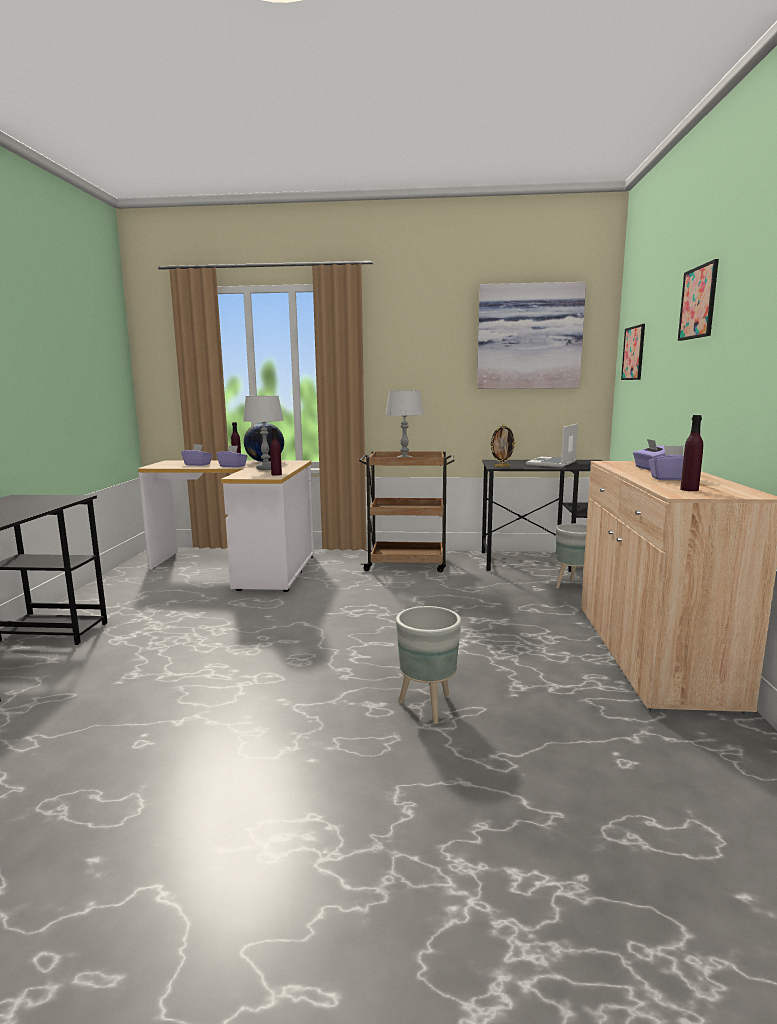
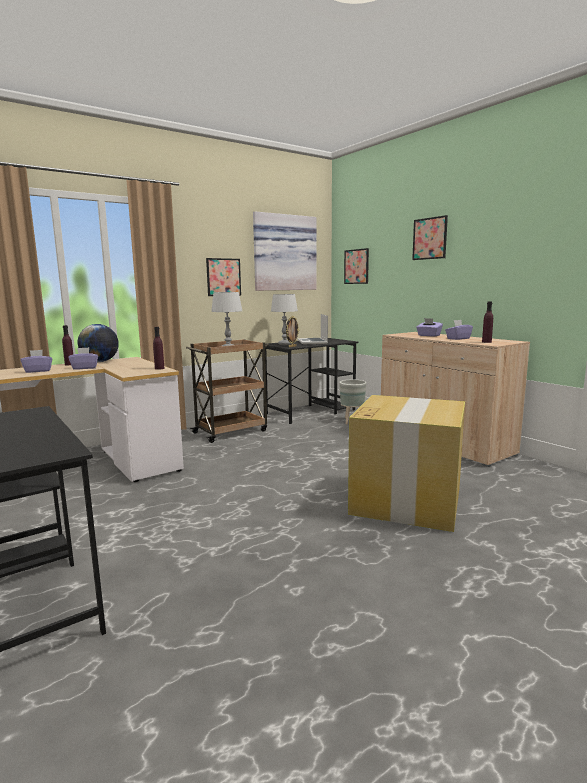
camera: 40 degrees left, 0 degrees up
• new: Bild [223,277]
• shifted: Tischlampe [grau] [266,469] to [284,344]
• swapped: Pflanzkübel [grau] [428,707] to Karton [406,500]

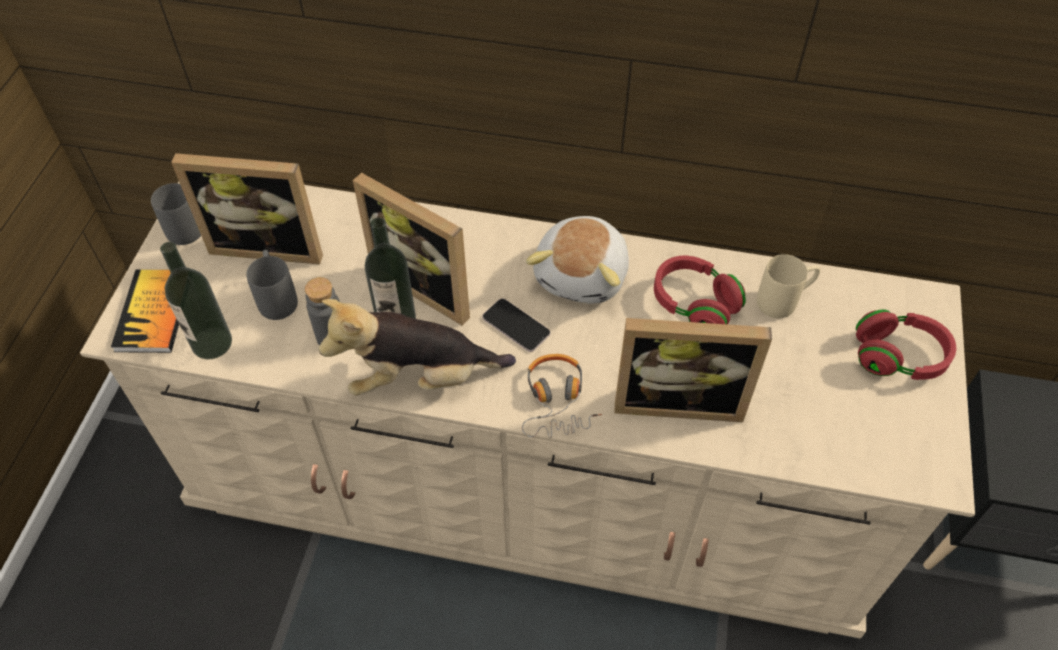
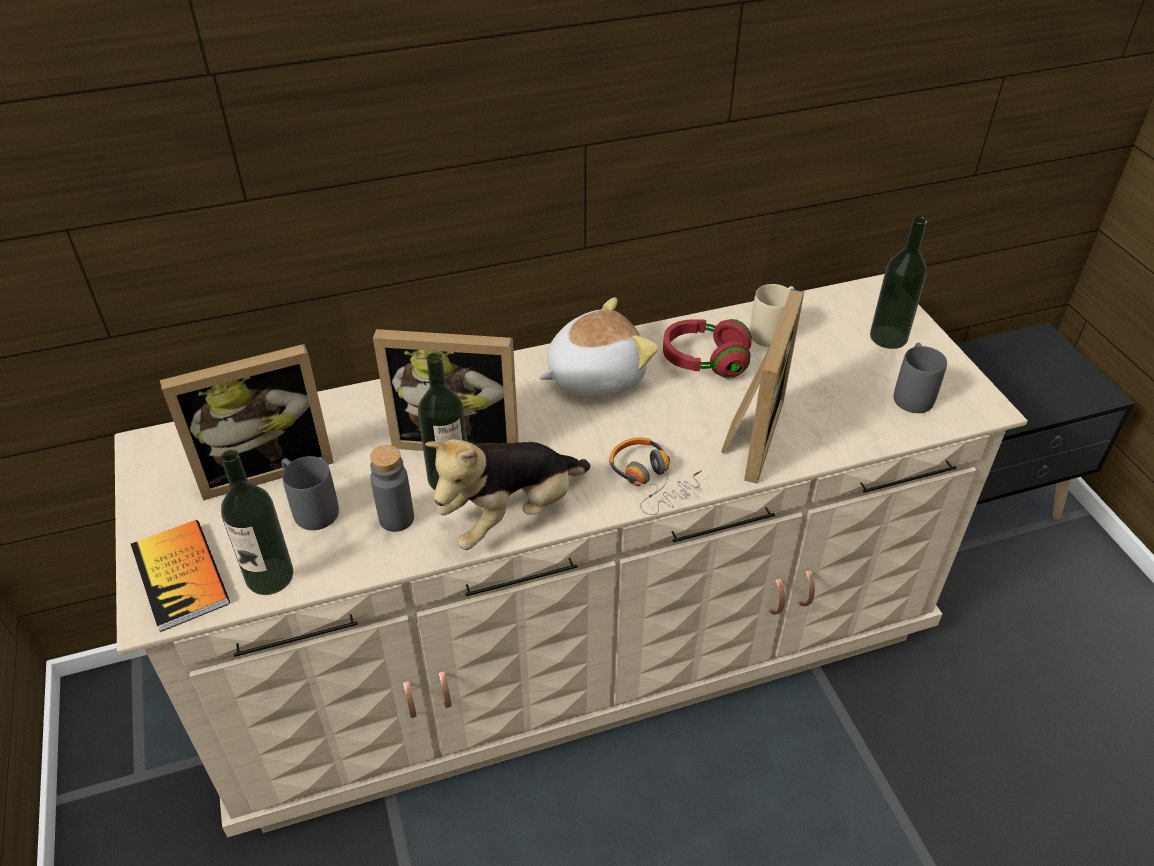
camera: 30 degrees left, 10 degrees down
• rotated: Plüschtier [583,275] = [594,375] 105 degrees counterclockwise
• rotated: Bilderrahmen [678,399] = [749,435] 45 degrees counterclockwise
• swapped: Kopfhörer [rot] [898,357] to Flasche [888,337]
• shifted: Henkelbecher [grau] [192,225] to [912,393]
• gone: Handy [516,325]

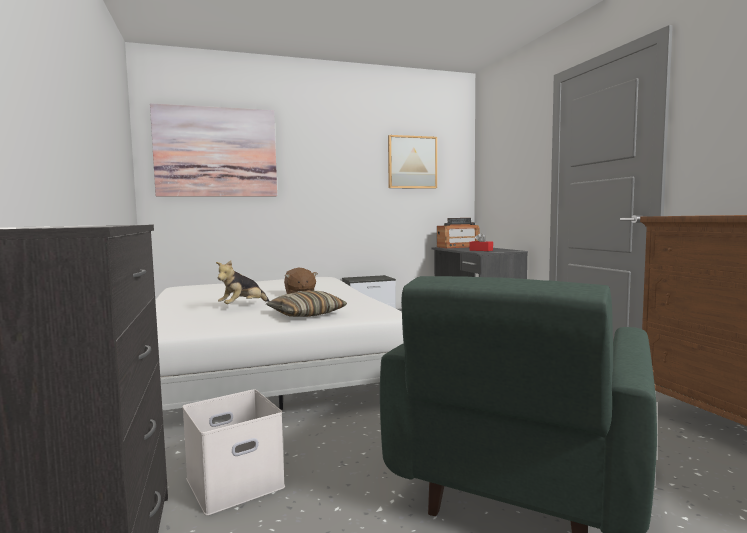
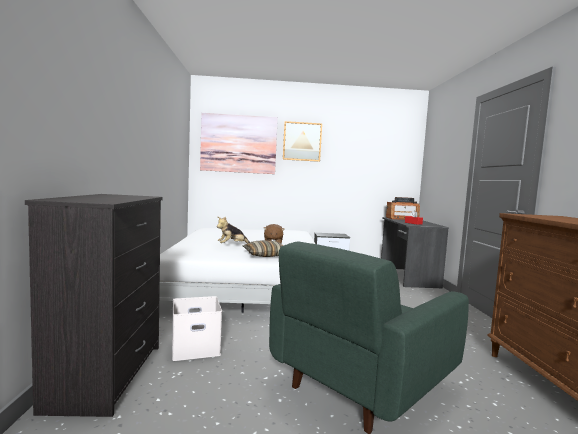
camera: 15 degrees right, 0 degrees up
• shifted: Bild [412,162] to [302,141]

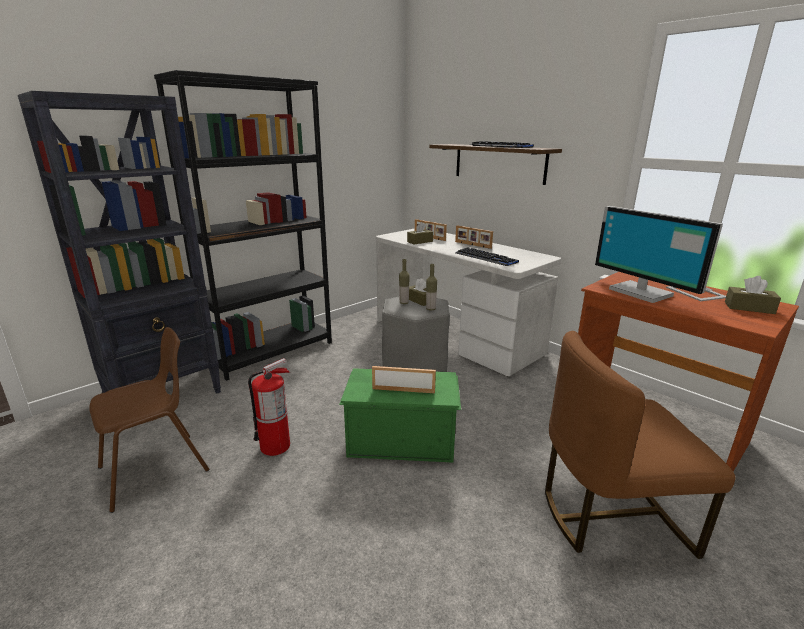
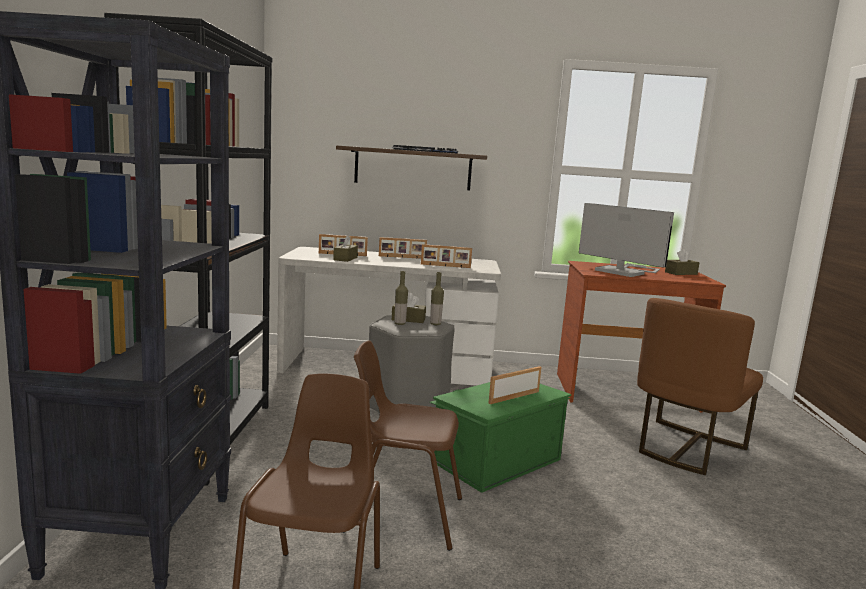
camera: 45 degrees left, 10 degrees down
• swapped: Feuerlöscher [275,446] to Stuhl [braun] [402,514]
• swapped: Tastatur [486,258] to Bilderrahmen [445,266]
• rotated: Monitor [641,292] = [618,272] 150 degrees counterclockwise

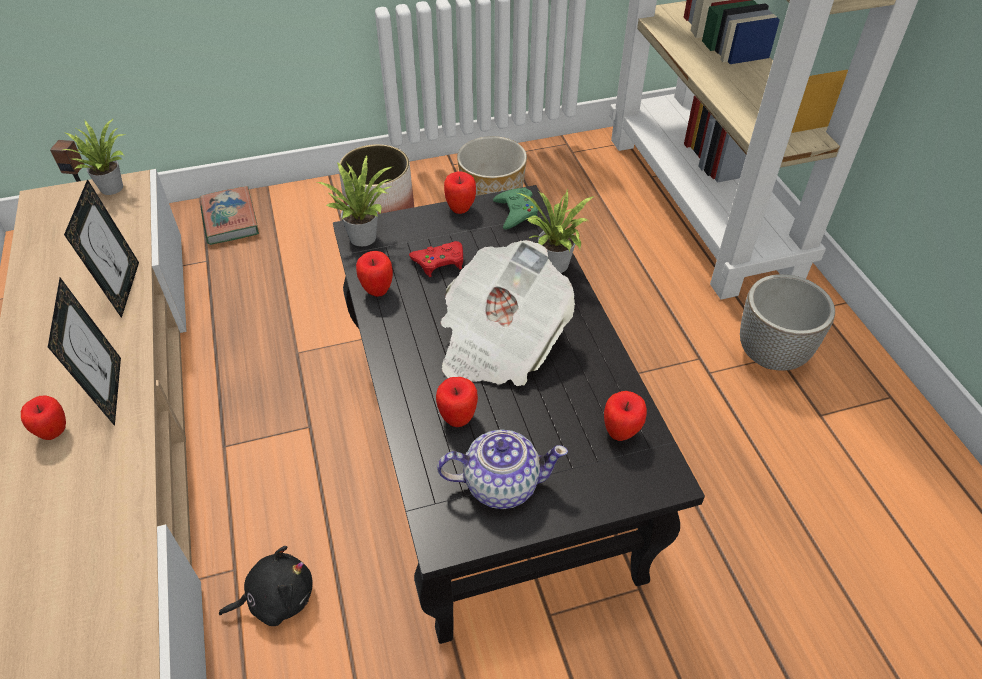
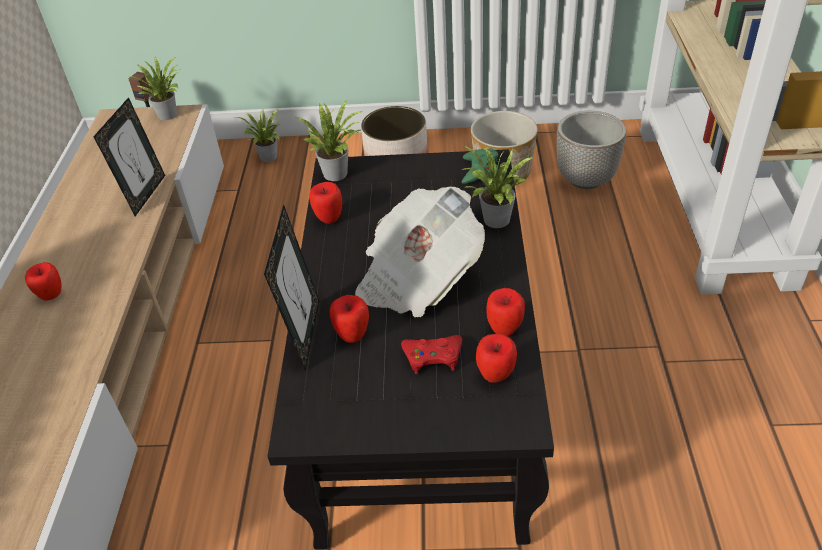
camera: 20 degrees right, 5 degrees down
• swapped: Buch [230,219] to Topfpflanze [268,158]
• shifted: Bilderrahmen [110,392] to [304,334]
• shifted: Gamepad [rot] [439,262] to [433,356]
• shifted: Apfel [460,209] to [504,329]
• shifted: Pflanzkübel [771,354] to [586,179]
• gone: Plüschtier [schwarz] [277,598]
• gone: Teekanne [500,483]

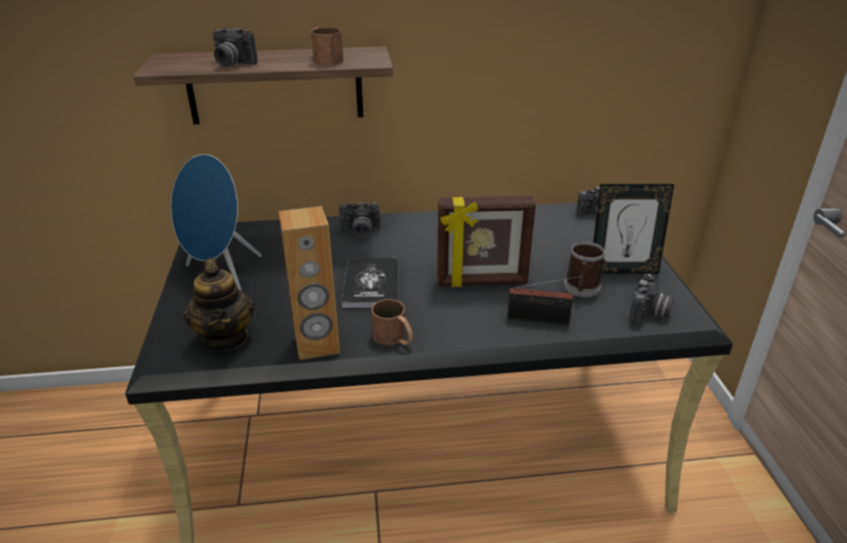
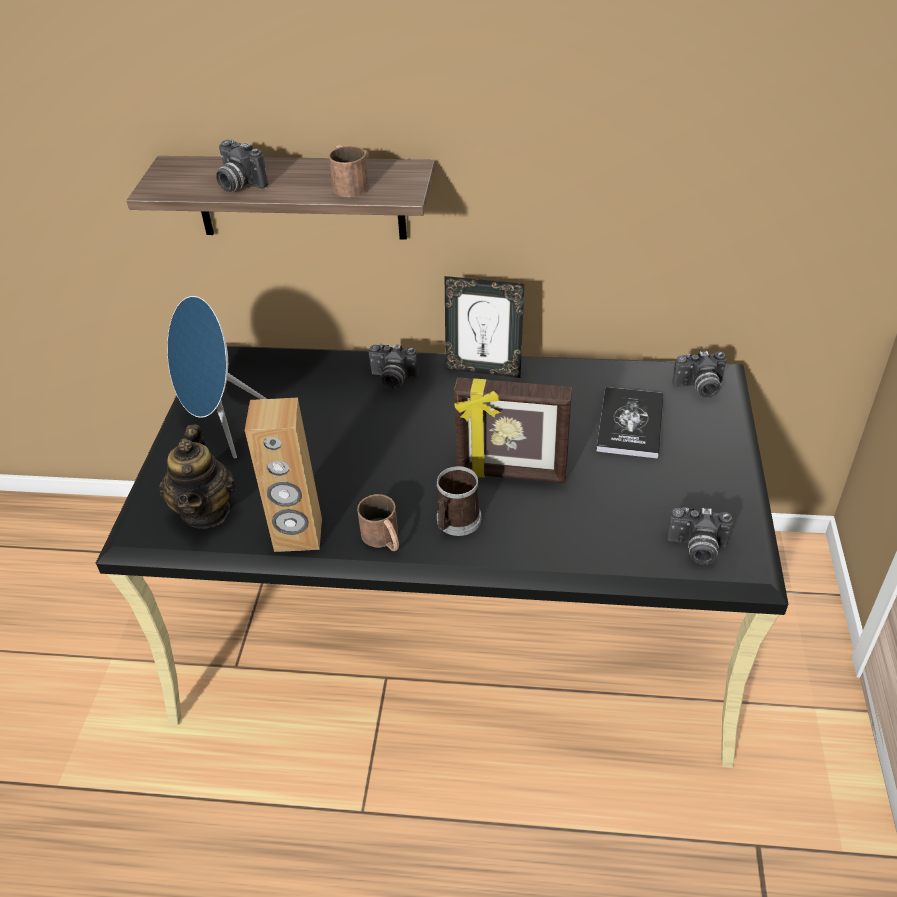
camera: 15 degrees right, 10 degrees up
• shifted: Henkelbecher [581,289] to [456,522]
• shifted: Bilderrahmen [622,270] to [484,369]
• shifted: Buch [371,284] to [630,424]
• rotated: Kamera [649,314] = [696,549] 60 degrees clockwise
• gone: Radio [541,320]

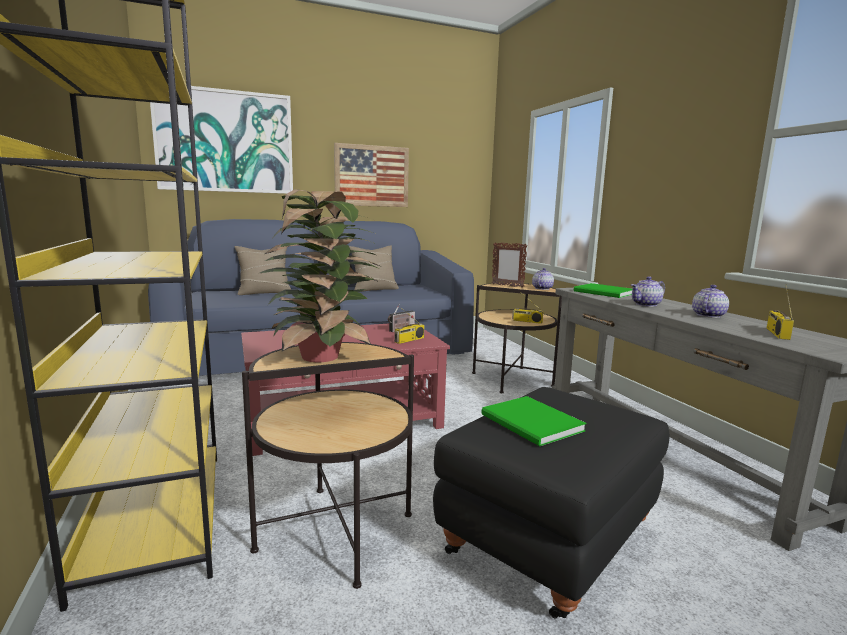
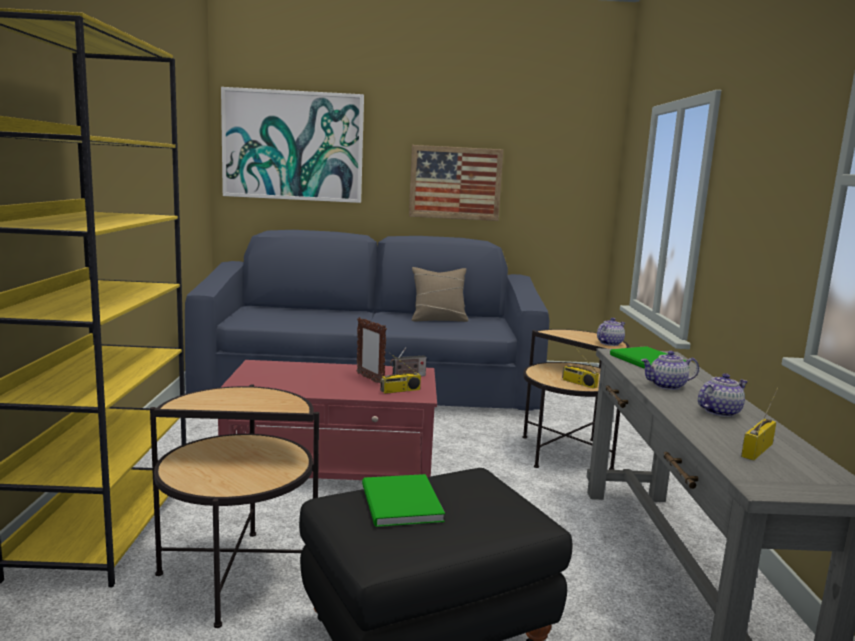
camera: 20 degrees right, 0 degrees up
• shifted: Bilderrahmen [507,286] to [370,379]
• gone: Kissen [beige] [264,292]
• gone: Topfpflanze [322,355]

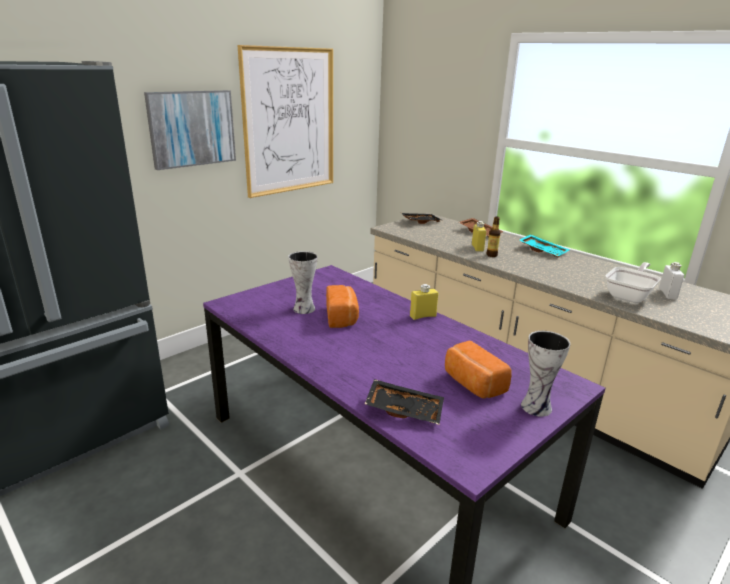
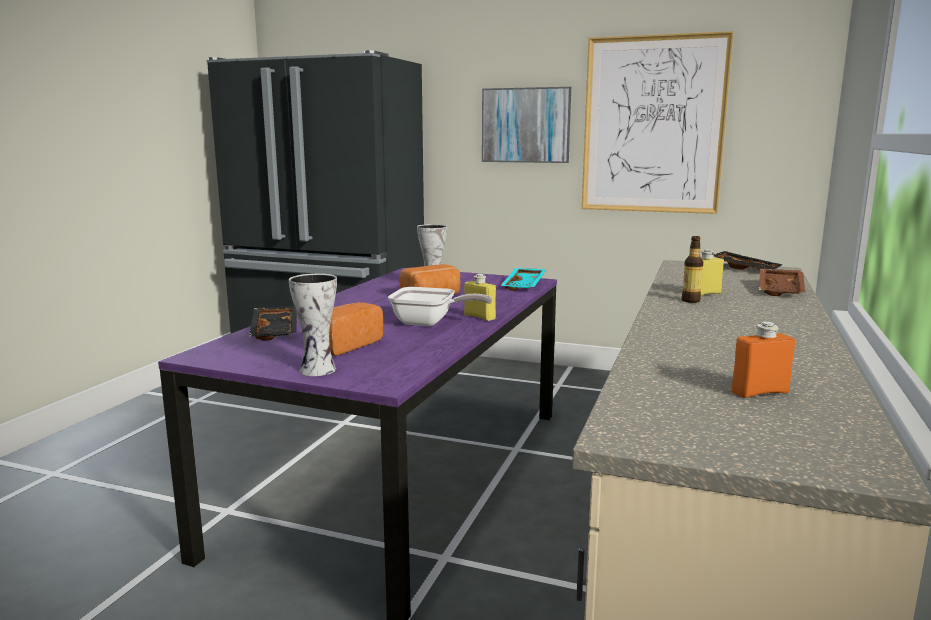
camera: 65 degrees right, 10 degrees down
• shifted: Pfanne [630,296] to [429,323]
• shifted: Tablett [türkis] [543,251] to [525,286]
• repainted: Flasche [weiß] [667,294] to Flasche [orange] [760,392]

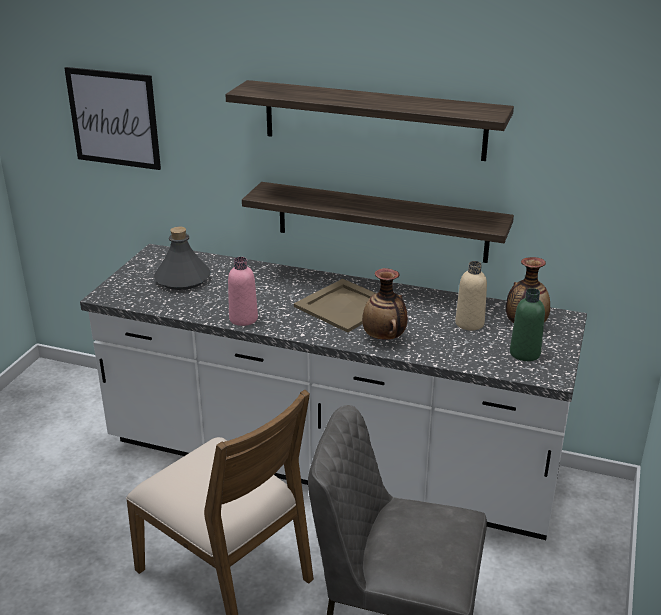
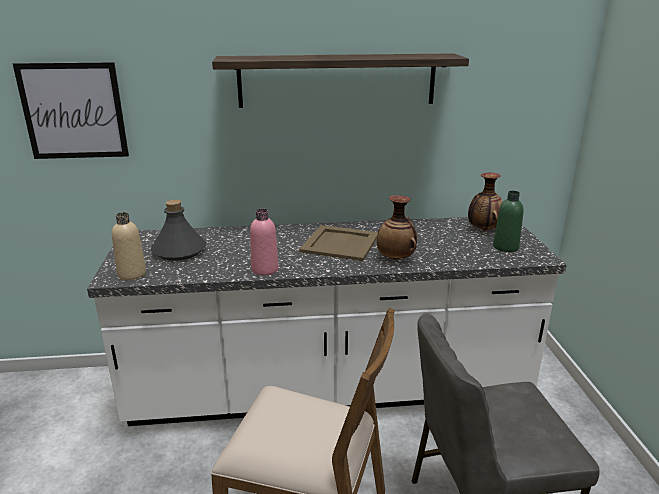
camera: 25 degrees left, 5 degrees down
• shifted: Flasche [beige] [469,323] to [132,274]
• gone: Wandregal [381,222]

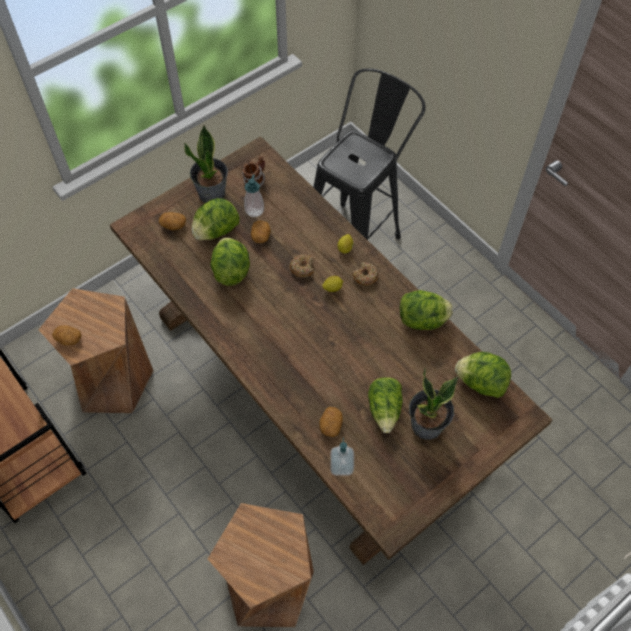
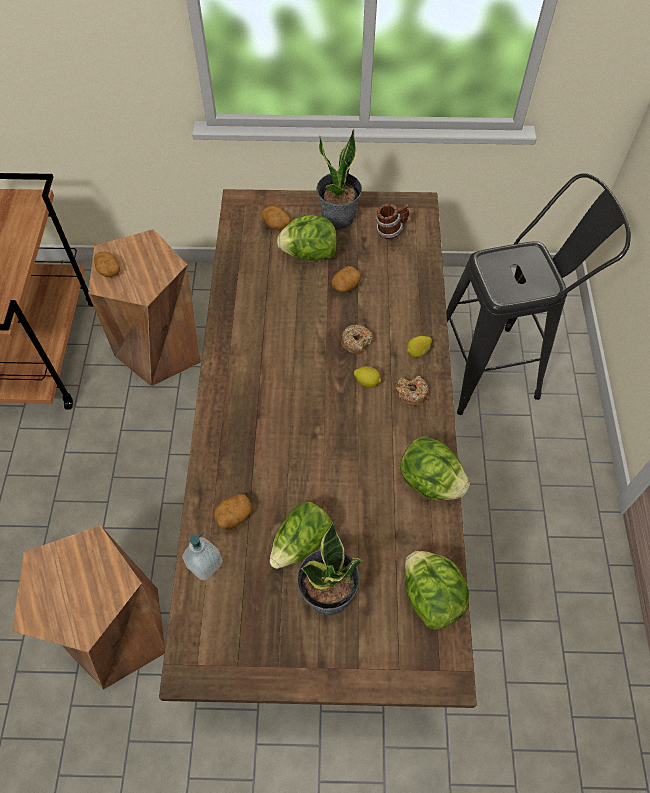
camera: 40 degrees right, 0 degrees up
• gone: Salatkopf [231,270]
• gone: Seifenspender [254,210]

